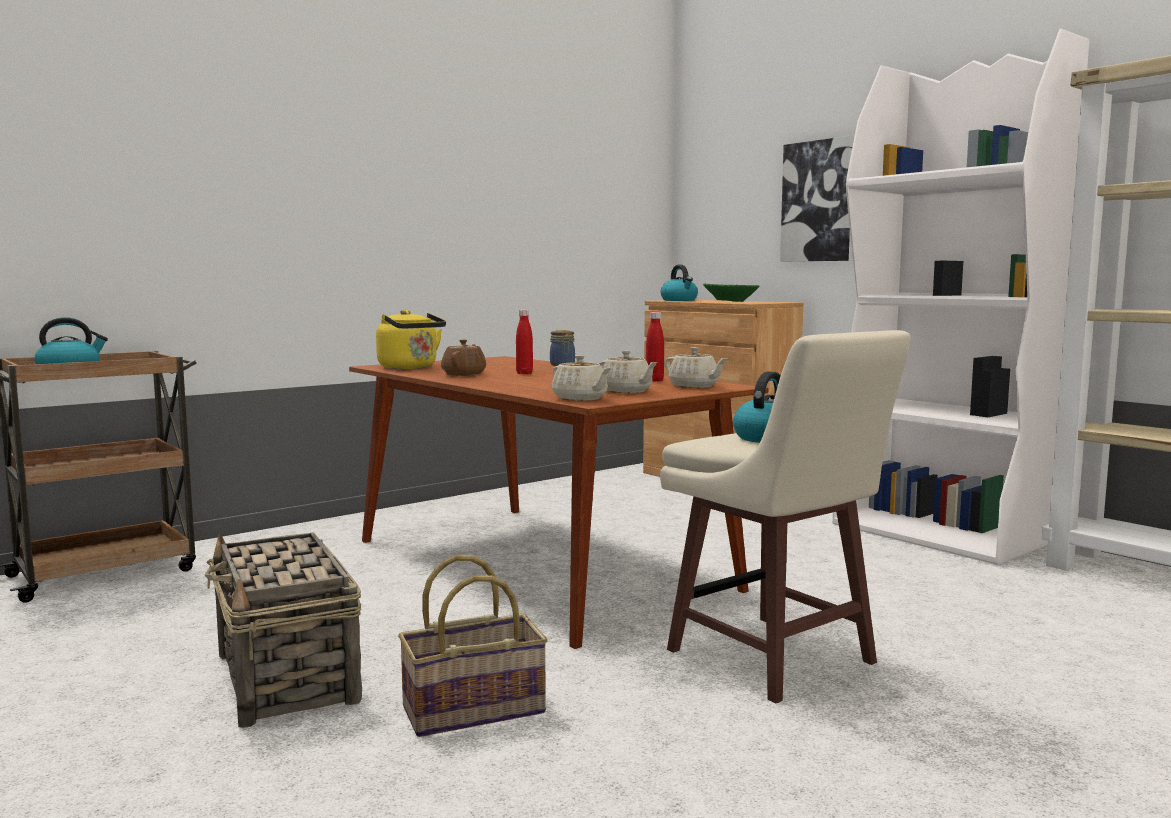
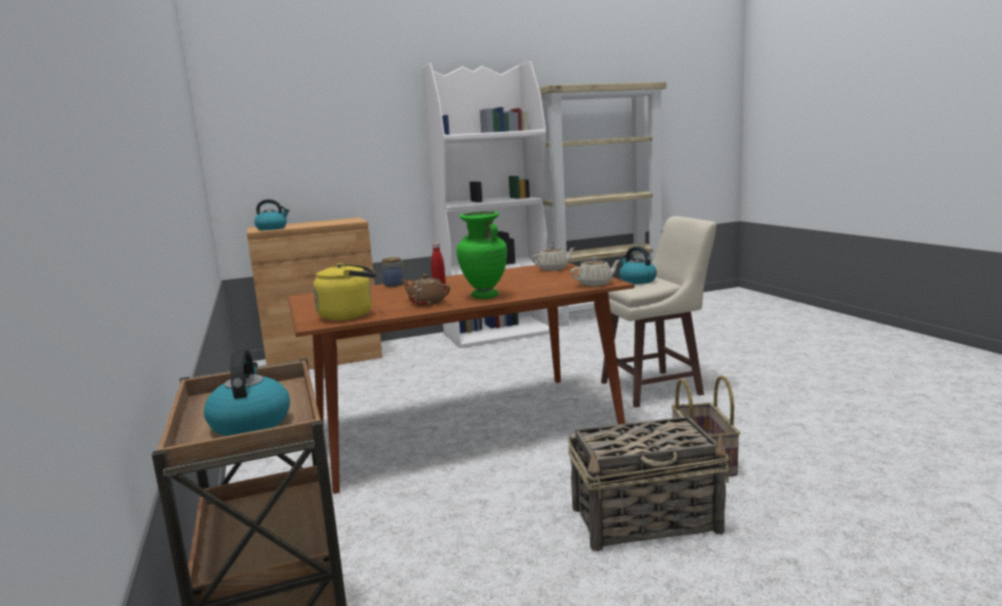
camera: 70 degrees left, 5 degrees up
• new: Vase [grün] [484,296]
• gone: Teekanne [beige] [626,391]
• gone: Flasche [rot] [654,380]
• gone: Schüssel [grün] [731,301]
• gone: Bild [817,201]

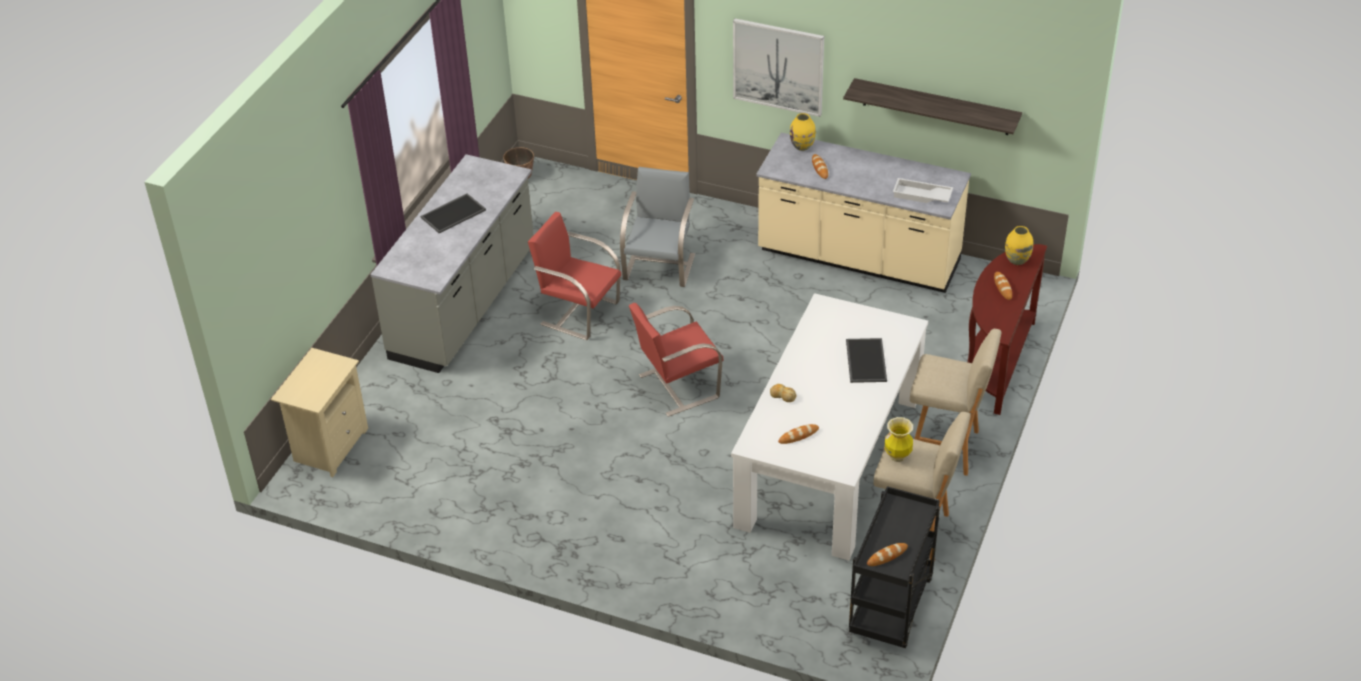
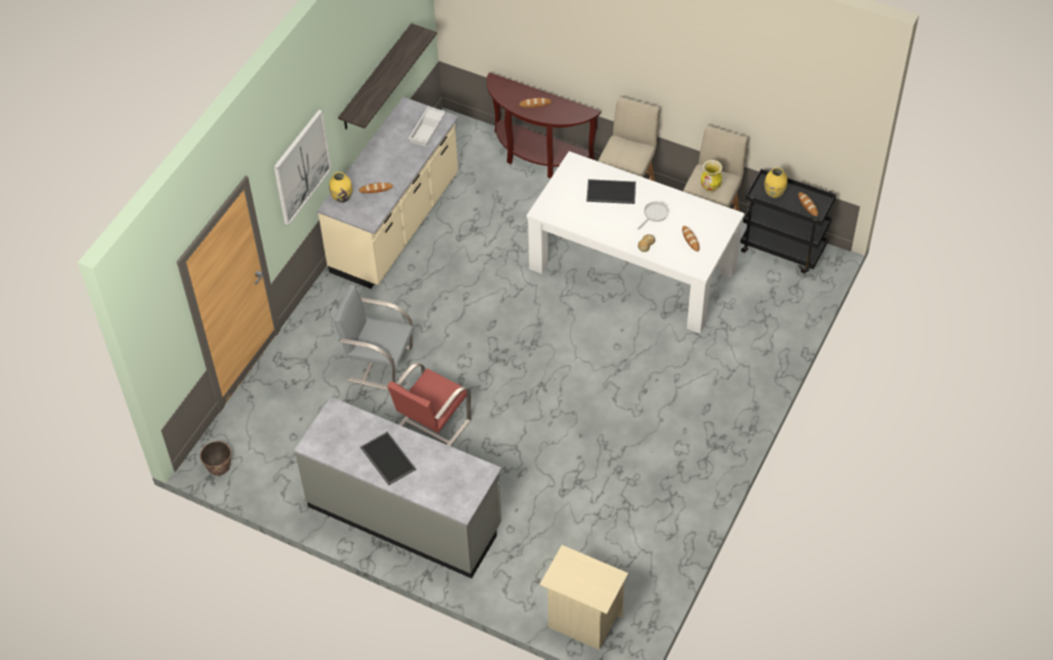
camera: 85 degrees left, 10 degrees up
• new: Pfanne [654,214]
• shifted: Vase [gelb] [1017,260] to [774,193]
• gone: Stuhl [rot] [677,386]

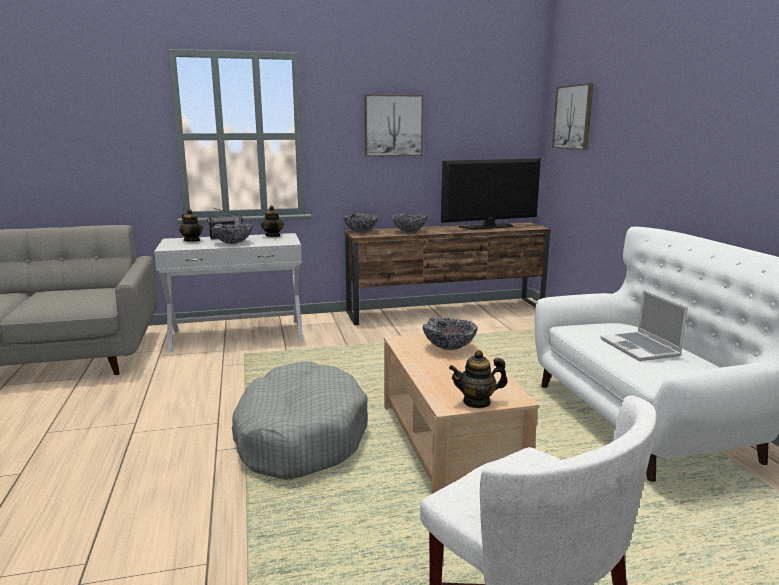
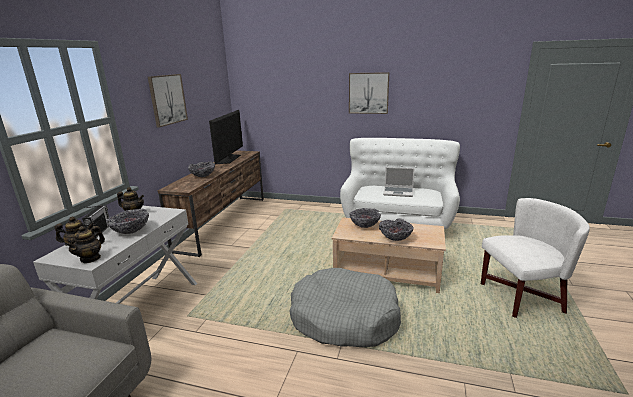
camera: 60 degrees left, 5 degrees up
• shifted: Teekanne [477,402] to [90,258]
• shifted: Bild [573,117] to [368,93]
• shifted: Schüssel [361,231] to [395,238]

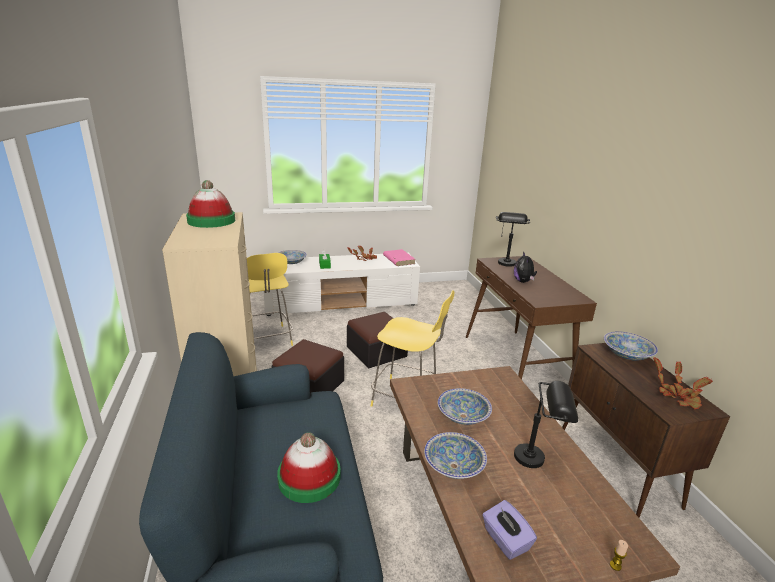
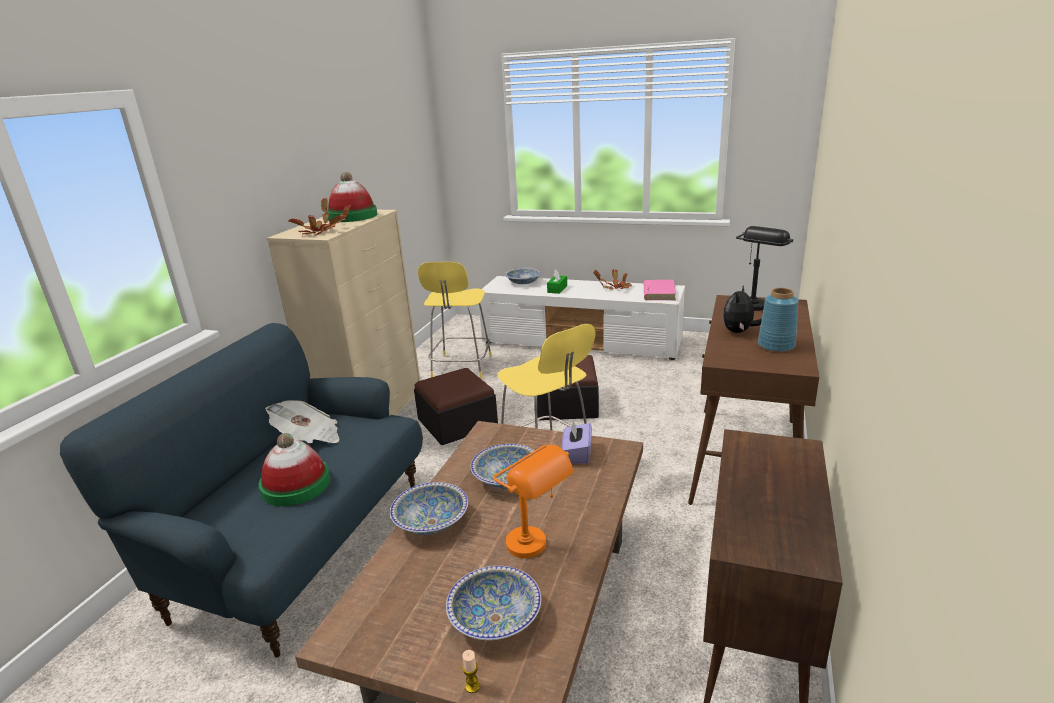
camera: 35 degrees right, 0 degrees up
• new: Zeitung [309,438]
• shifted: Topfpflanze [678,396] to [321,231]
• shifted: Schüssel [626,355] to [495,619]
• repainted: Tischlampe [schwarz] [539,458] to Tischlampe [orange] [537,550]
• shifted: Taschentuchbox [lila] [505,540] to [577,454]
• new: Vase [blau] [776,345]

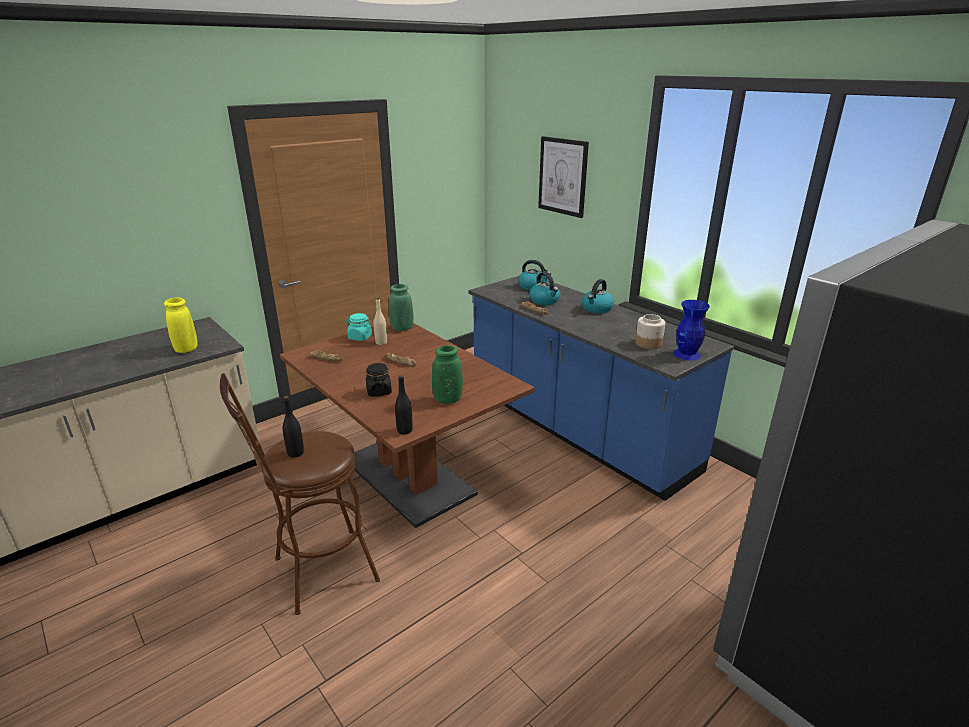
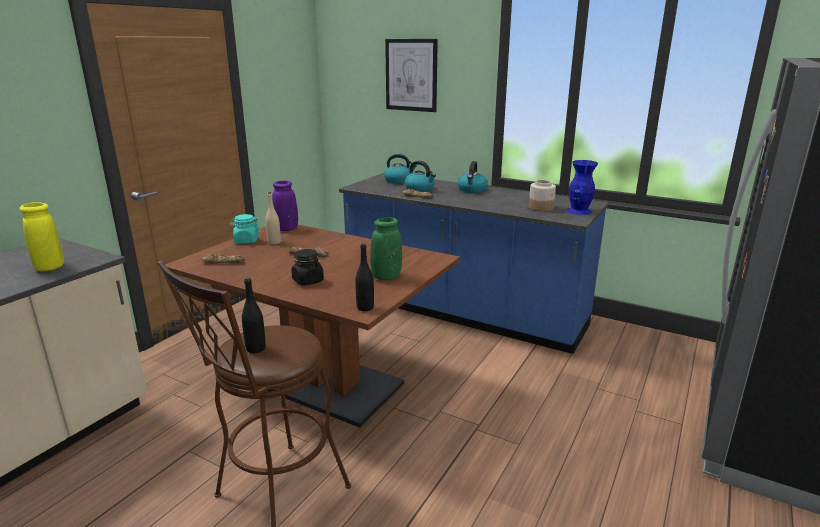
camera: 20 degrees left, 5 degrees down
• repainted: Vase [grün] [402,328] to Vase [lila] [286,229]

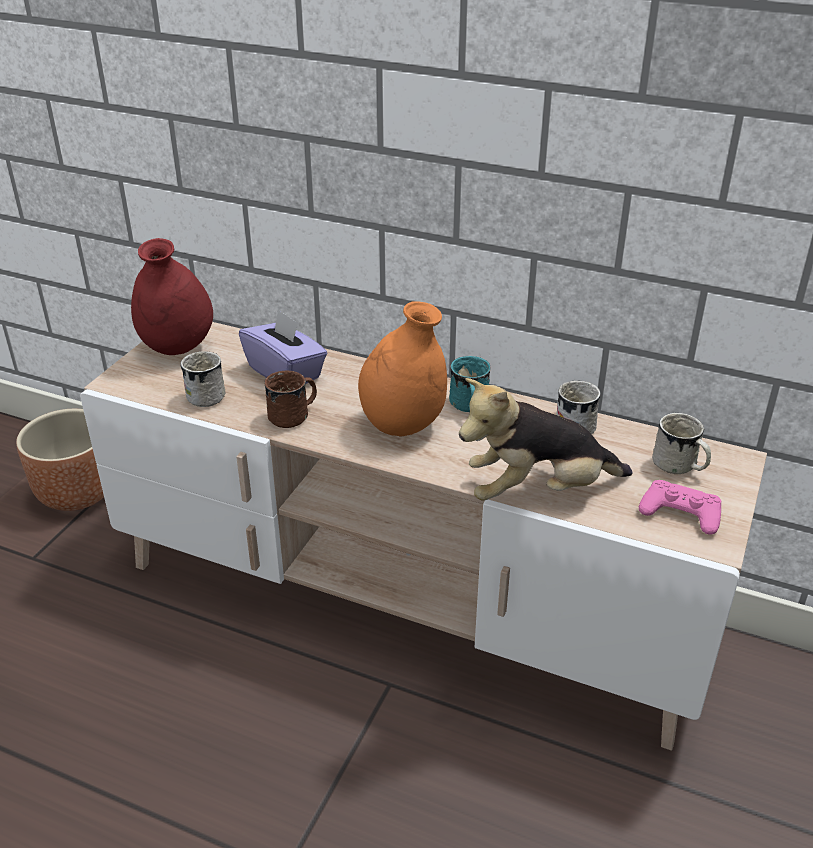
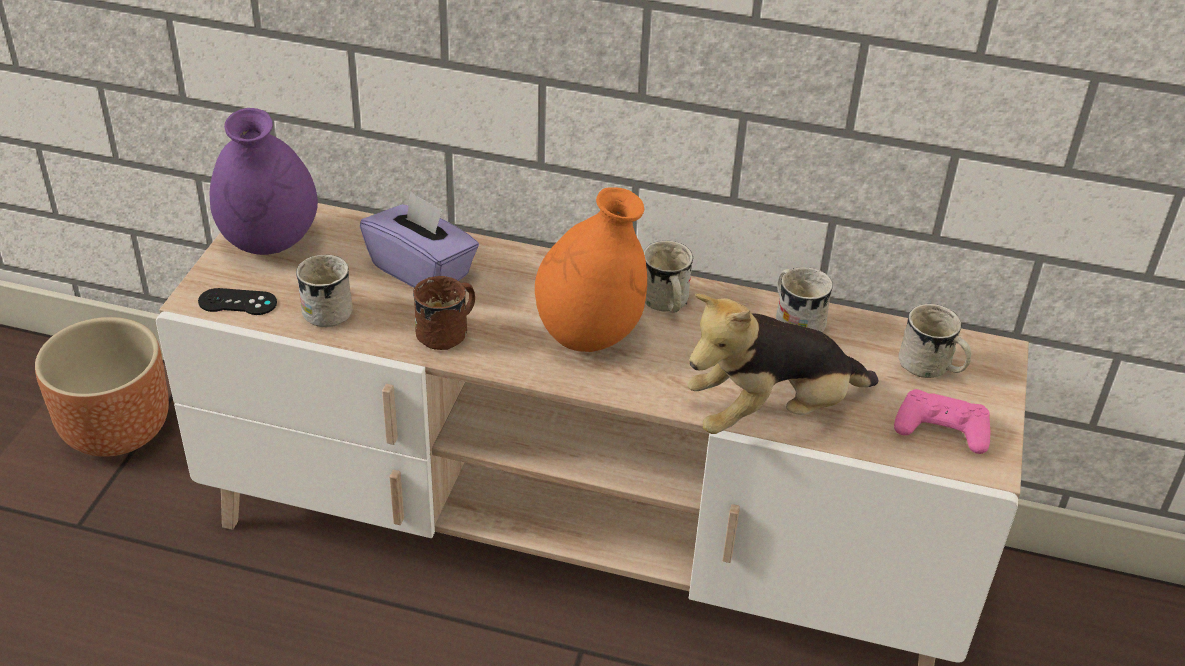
camera: 10 degrees left, 5 degrees up
• new: Gamepad [schwarz] [237,302]
• repainted: Vase [rot] [177,348] to Vase [lila] [269,243]
• repainted: Henkelbecher [türkis] [469,407] to Henkelbecher [weiß] [665,304]

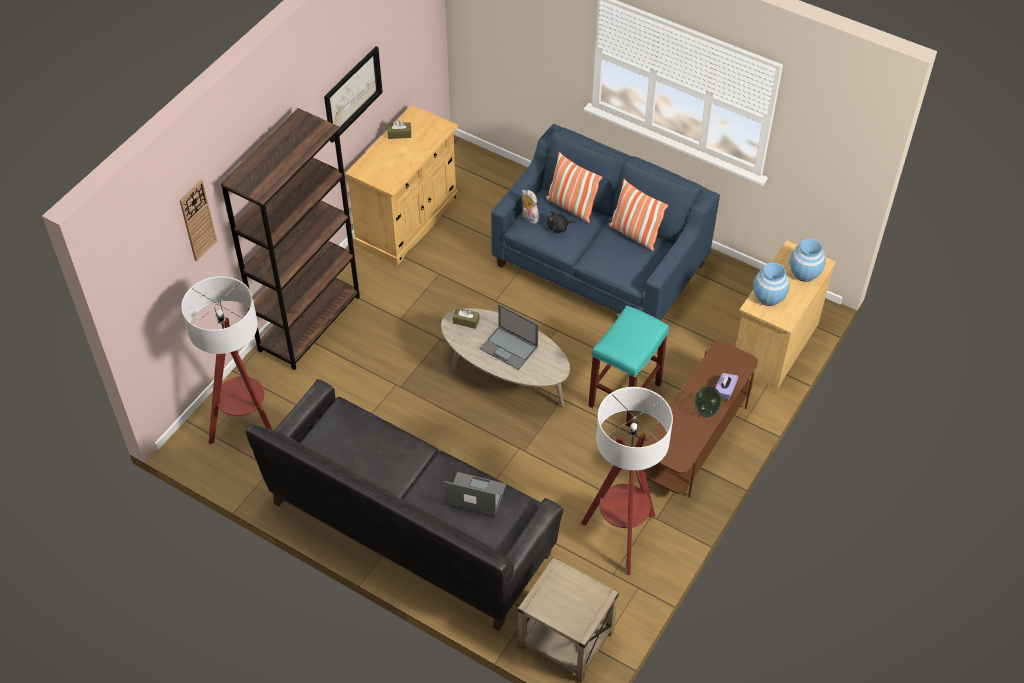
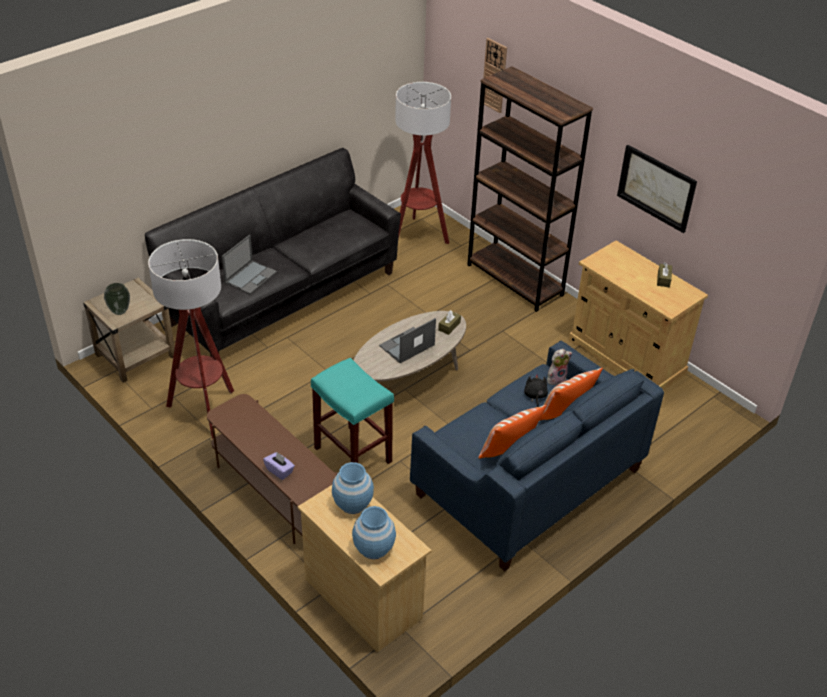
camera: 105 degrees right, 10 degrees down
• shifted: Vase [705,413] to [119,311]

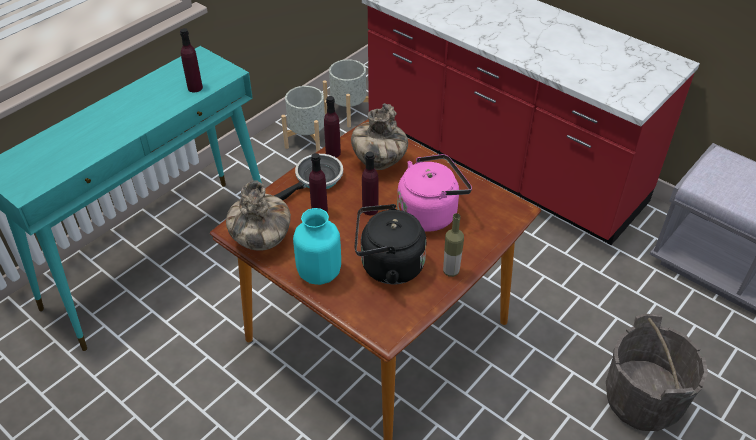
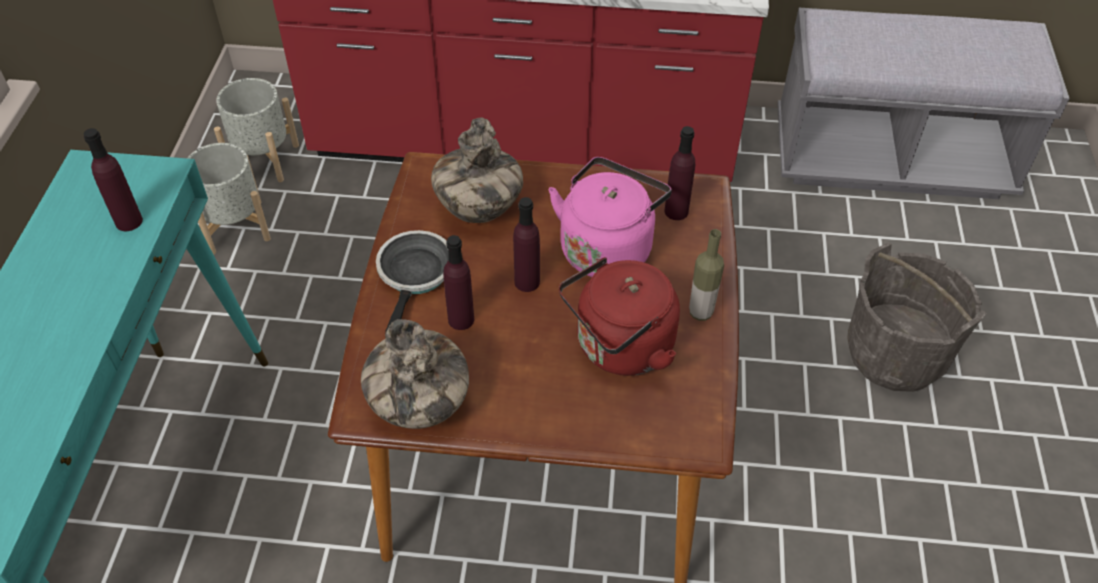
camera: 35 degrees left, 5 degrees up
• repainted: Wasserkessel [schwarz] [387,266] to Wasserkessel [rot] [620,348]
• shifted: Flasche [lila] [333,153] to [676,211]
• gone: Vase [türkis] [320,272]

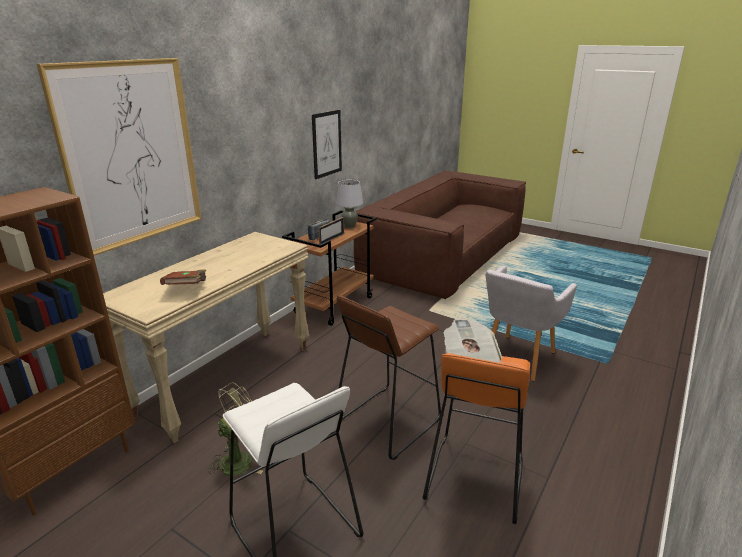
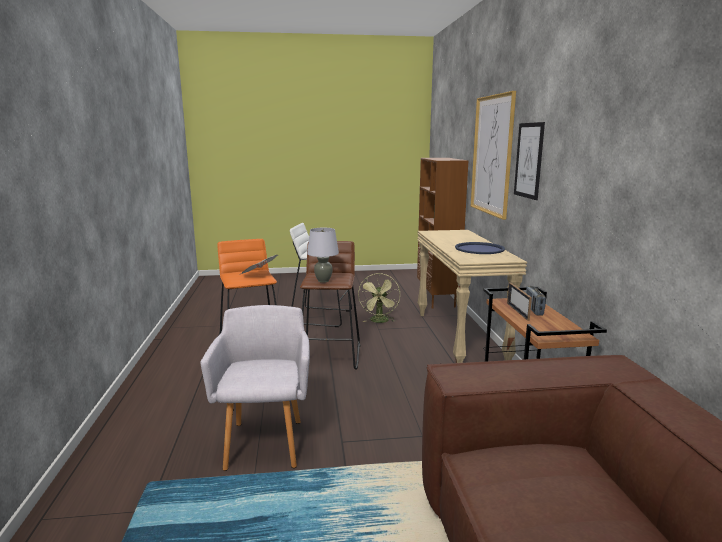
camera: 140 degrees right, 10 degrees down
• shifted: Tischlampe [grau] [349,226] to [323,281]
• new: Tablett [blau] [479,249]
• shifted: Bild [326,144] to [529,160]
• gone: Buch [braun] [187,287]

